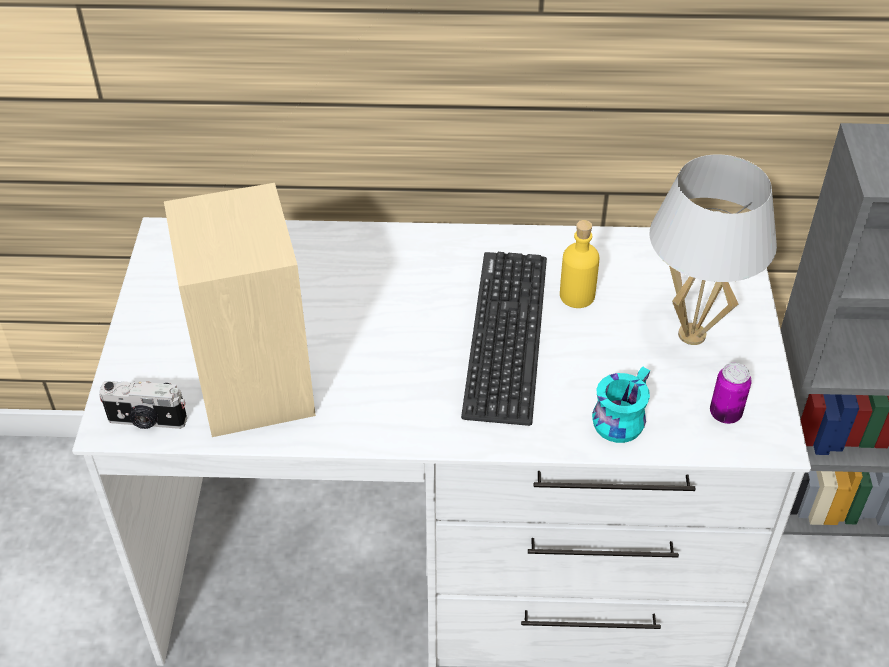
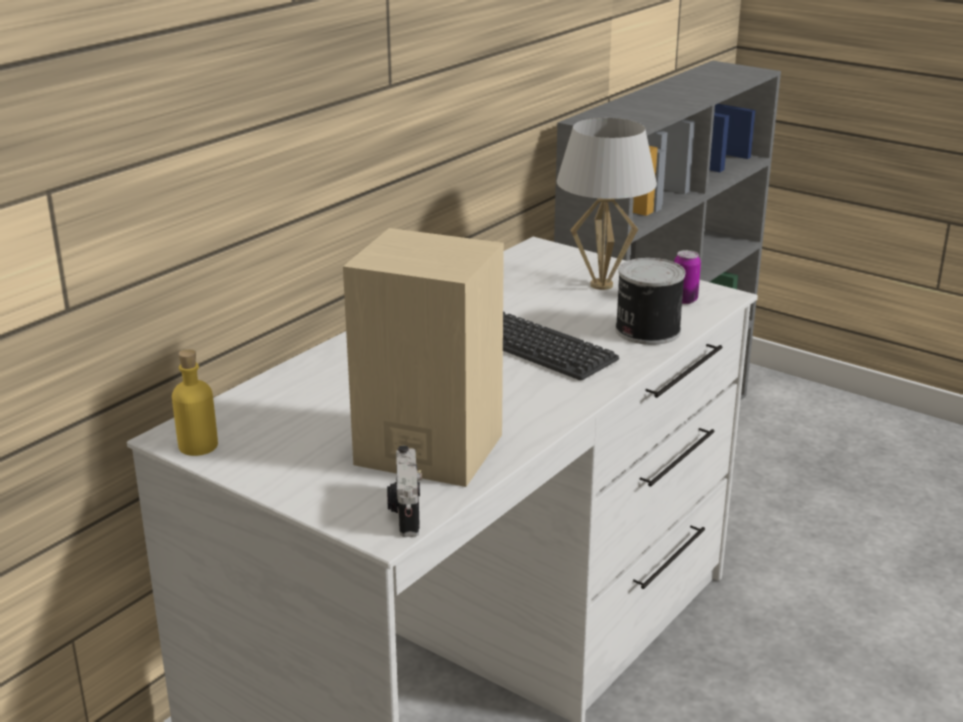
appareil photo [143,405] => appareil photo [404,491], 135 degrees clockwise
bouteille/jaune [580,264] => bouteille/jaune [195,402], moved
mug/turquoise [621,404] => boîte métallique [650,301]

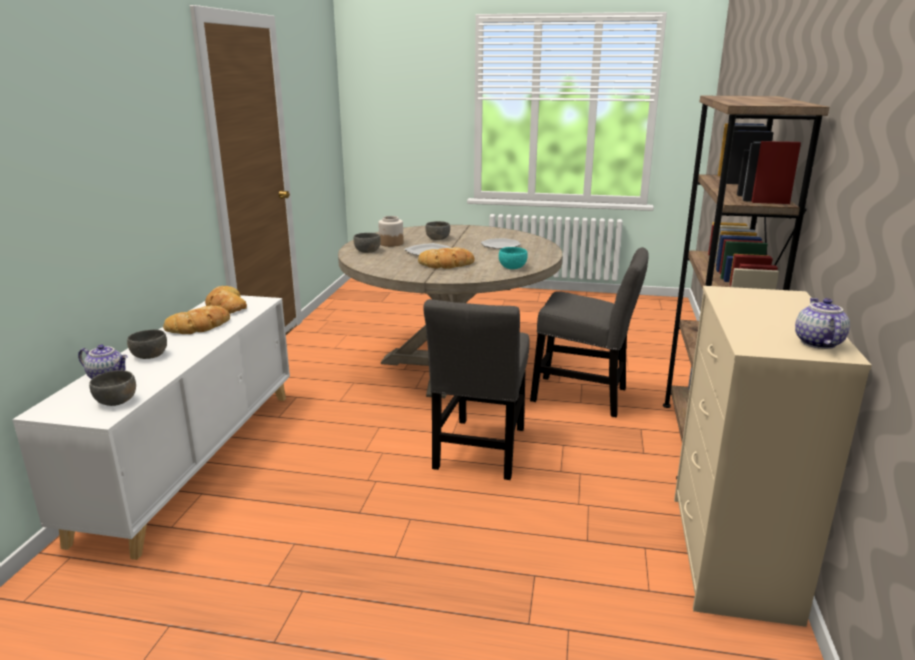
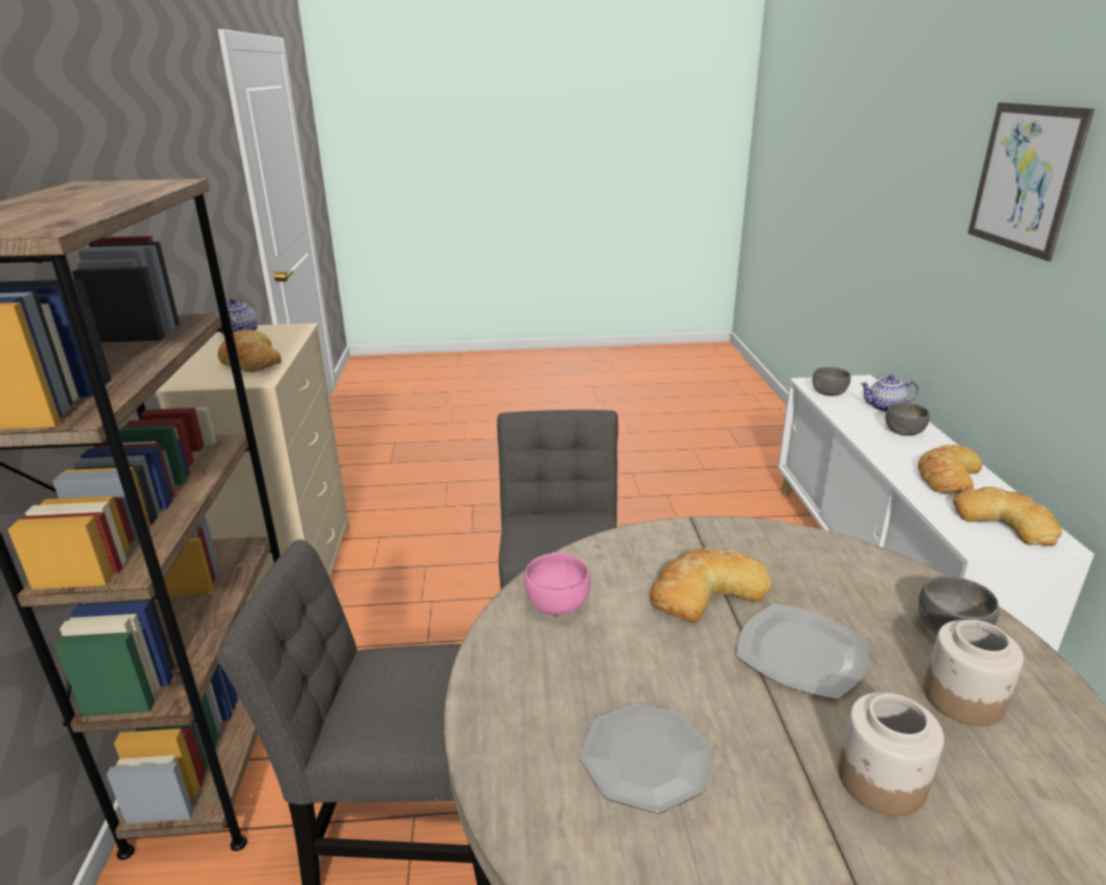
bol/gris [438,230] => bocal [891,754]
bol/turquoise [513,258] => bol/rose [557,584]
nothing => pain [249,351]
nothing => tableau [1031,181]

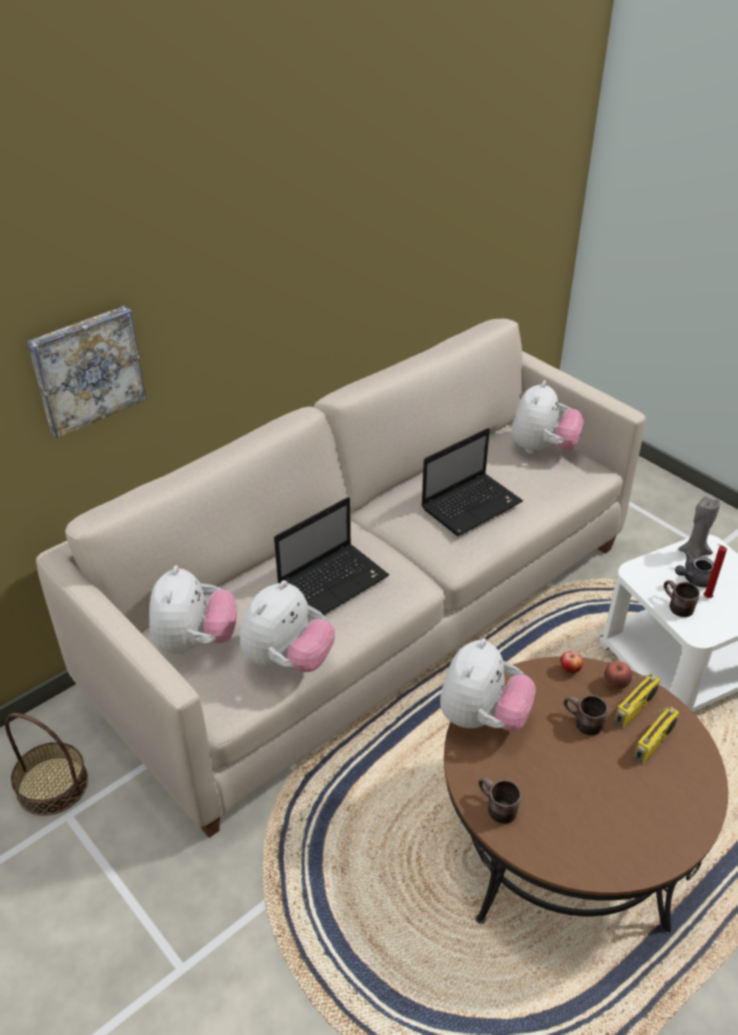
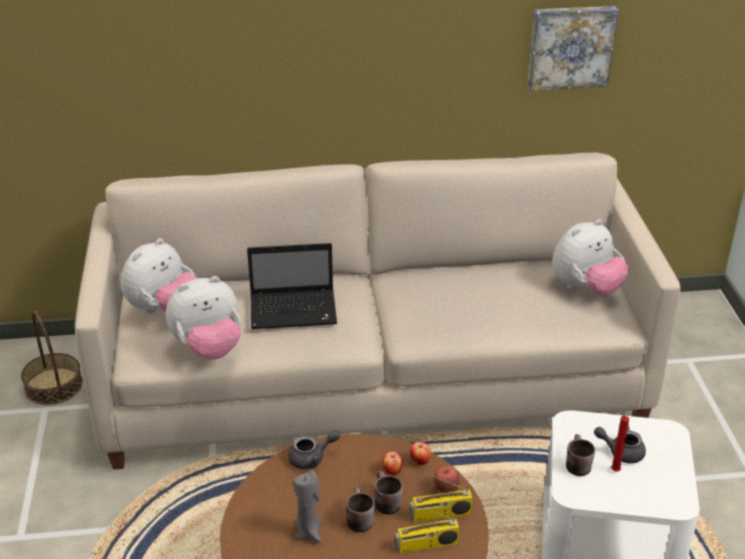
tableau [87,372] => tableau [573,48], moved
ordinateur portable [472,482] => nothing
peluche [488,684] => théière/gris [314,449]
mug/marron [500,800] => mug/marron [360,509], moved
bougie/gris [699,527] => bougie/gris [307,506], moved
nothing => pomme [392,463]

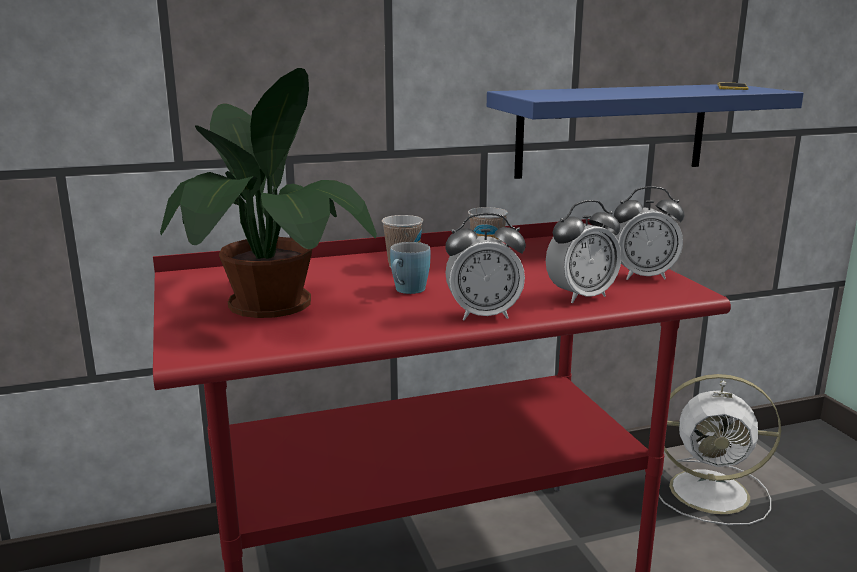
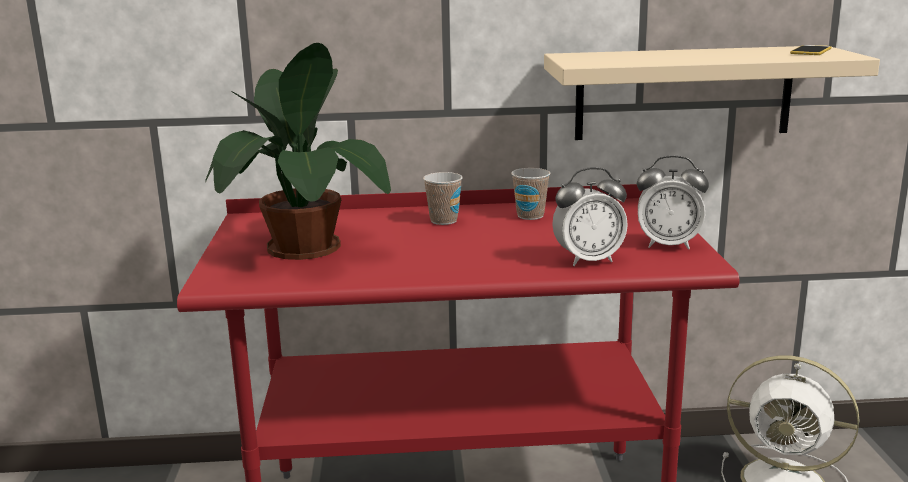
mug/bleu [410,268] => nothing
réveil [485,266] => nothing
étagère/bleu [645,131] => étagère/beige [712,92]

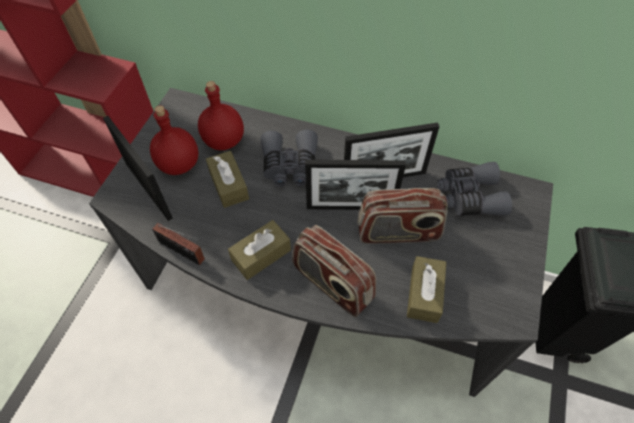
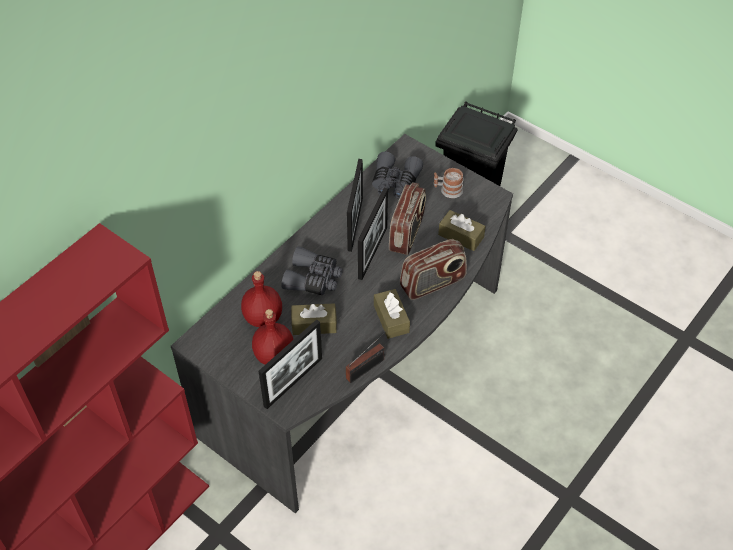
cadre photo [138,168] => cadre photo [290,364], 150 degrees clockwise
nothing => mug [448,183]

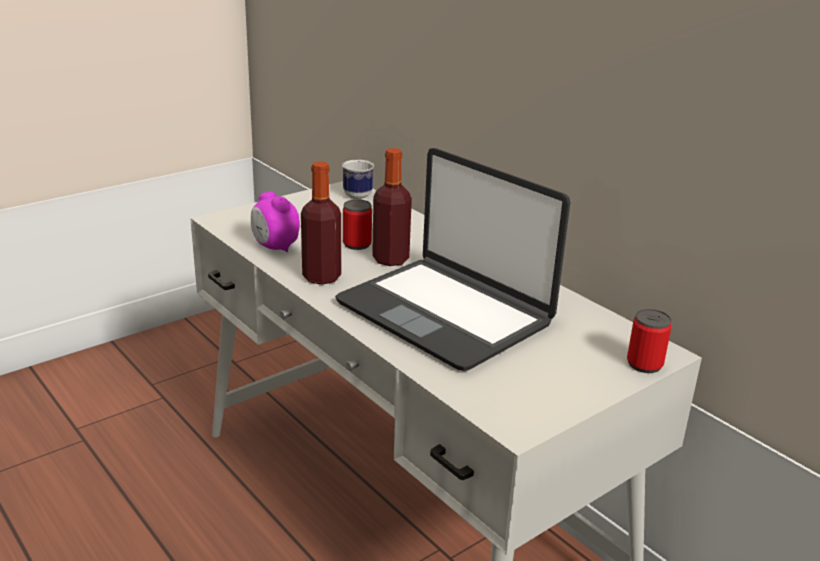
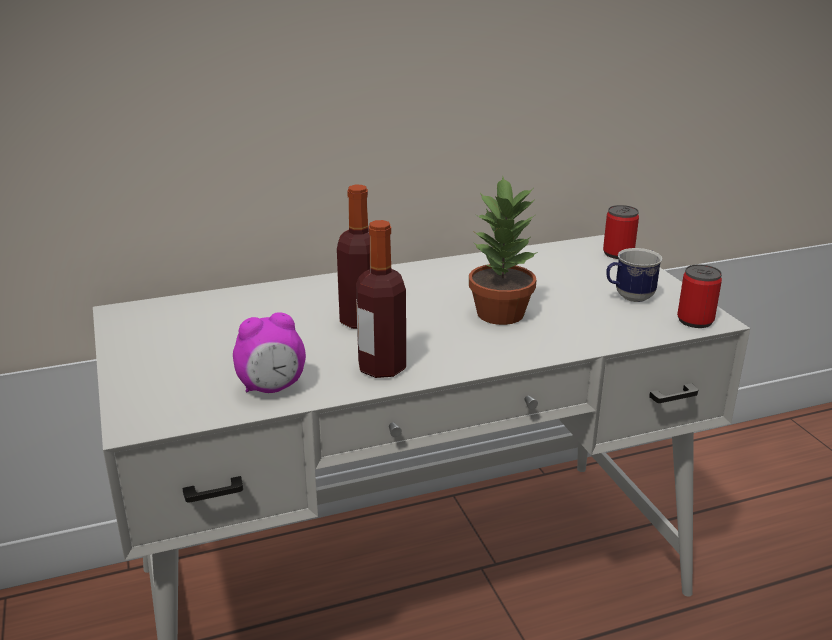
ordinateur portable [452,259] => plante en pot [503,251]
mug [358,179] => mug [634,275], moved
boîte métallique [357,224] => boîte métallique [699,296], moved

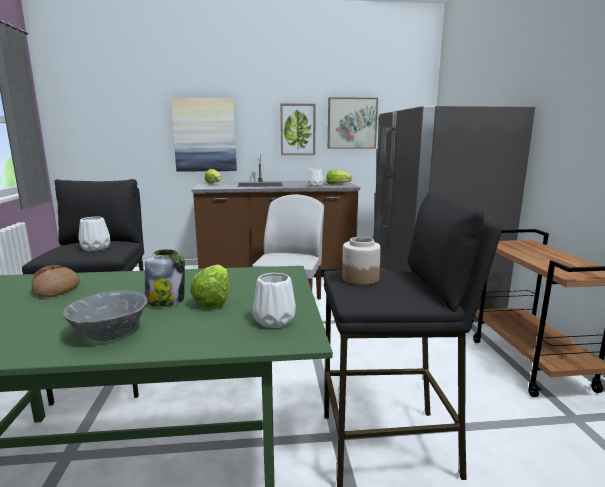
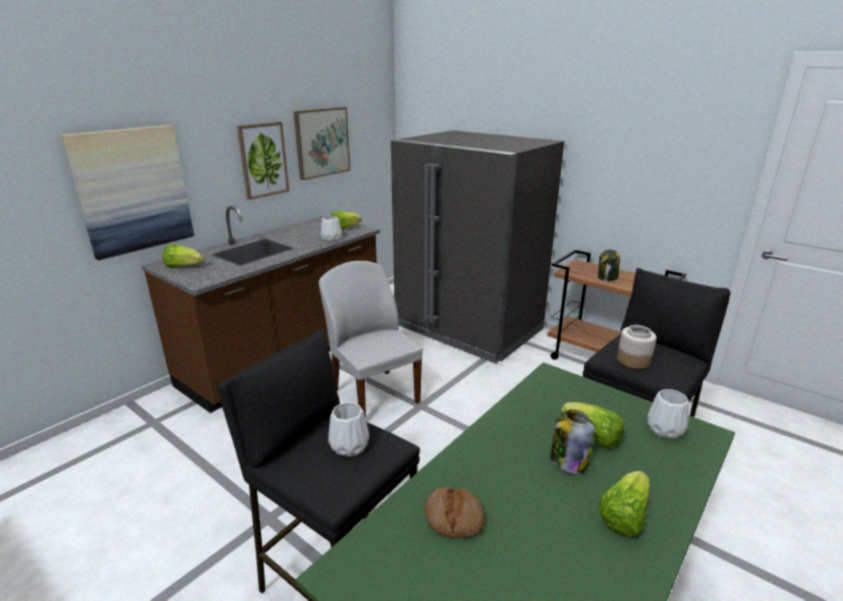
bol/gris [105,316] => laitue [624,504]
nothing => bocal [609,265]

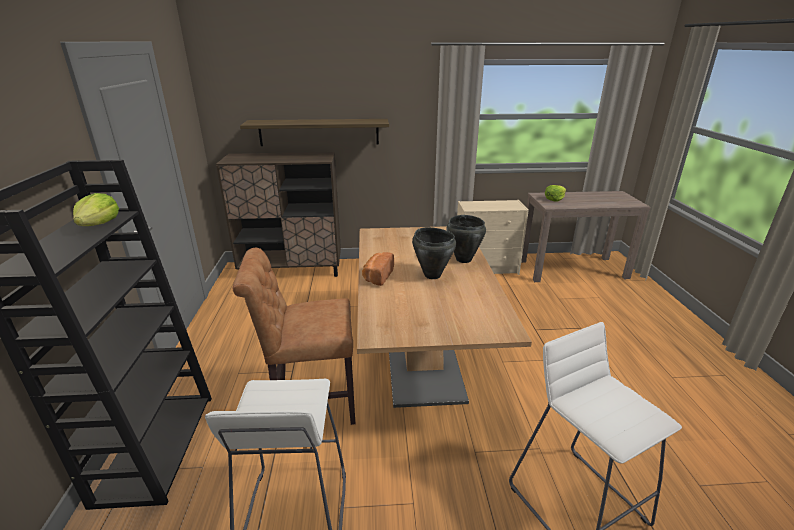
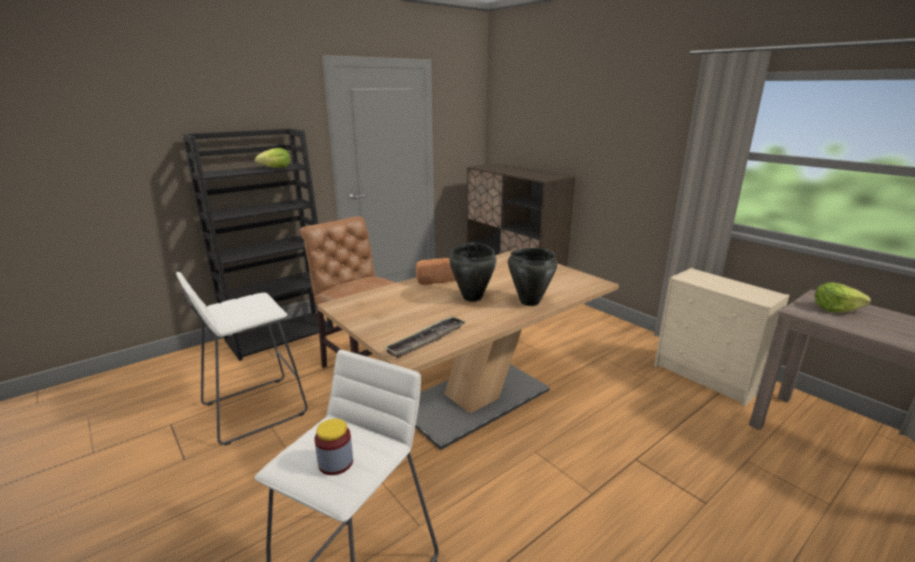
étagère [314,132] => nothing
nothing => bocal [334,447]
nothing => plateau [425,337]

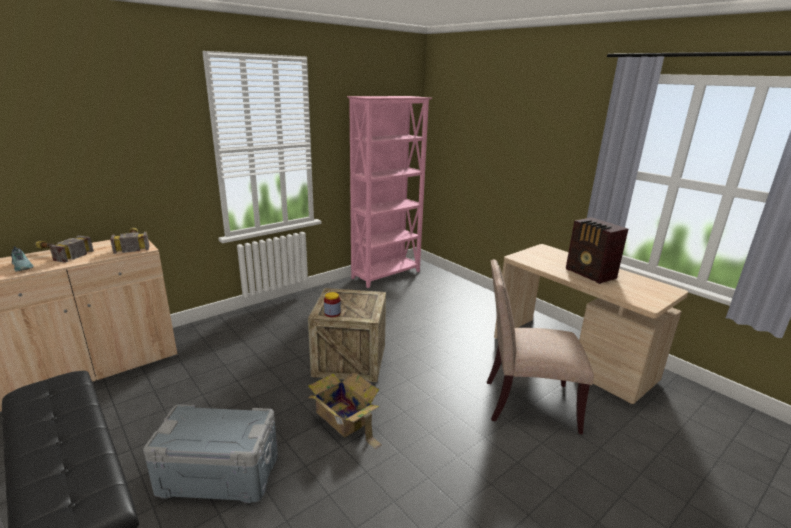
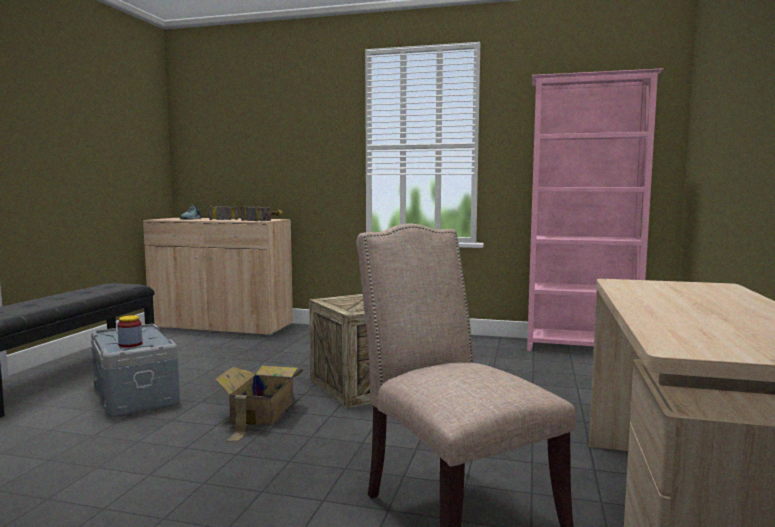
bocal [332,304] => bocal [130,331], moved
radio [597,250] => nothing

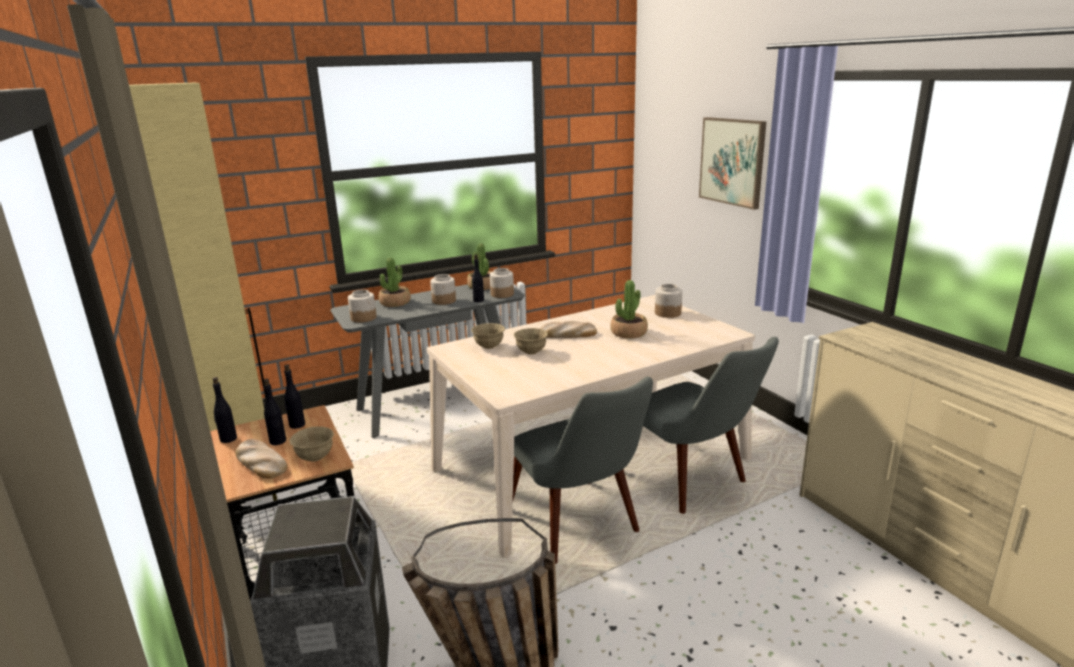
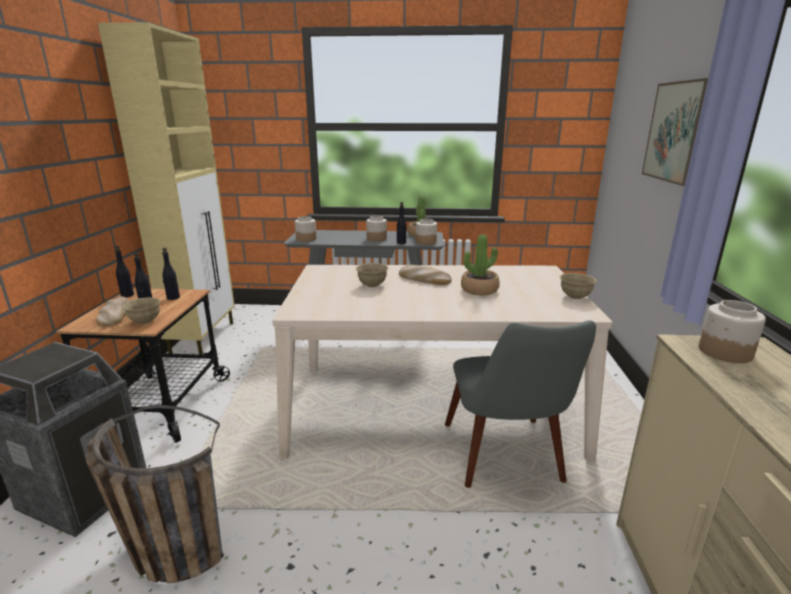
plante en pot [395,282] => nothing
bol/beige [488,336] => bol/beige [578,286], moved
chaise/gris [583,470] => nothing
bocal [668,301] => bocal [732,331], moved

